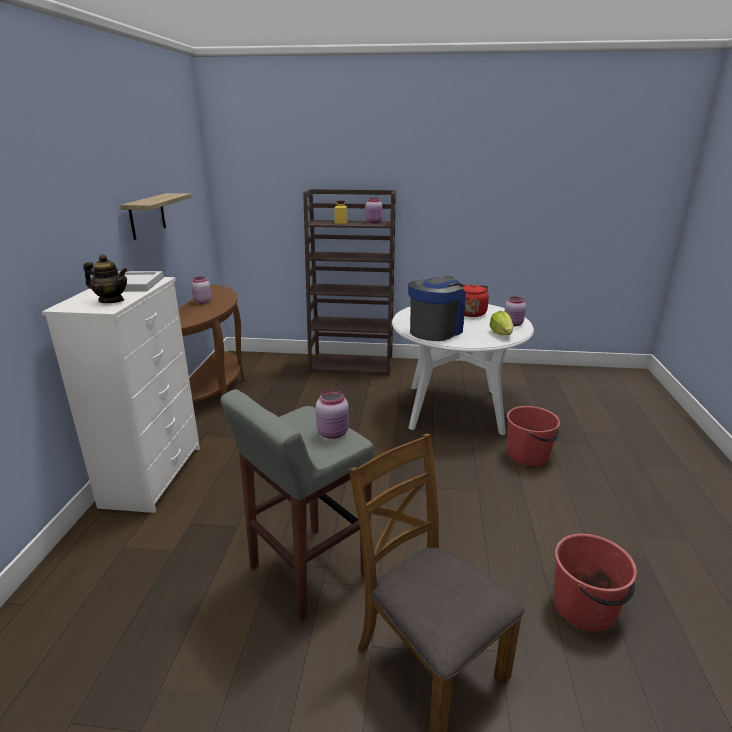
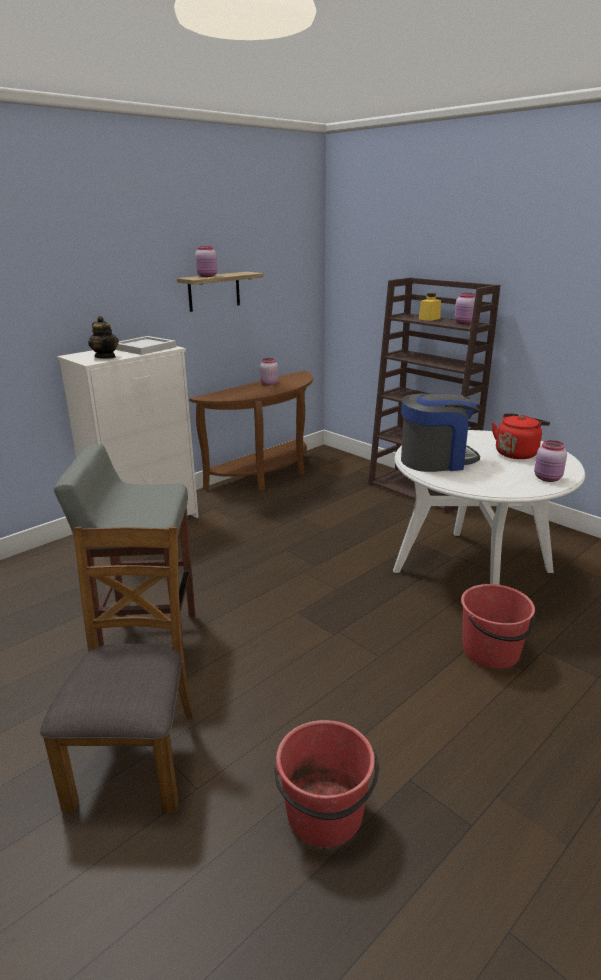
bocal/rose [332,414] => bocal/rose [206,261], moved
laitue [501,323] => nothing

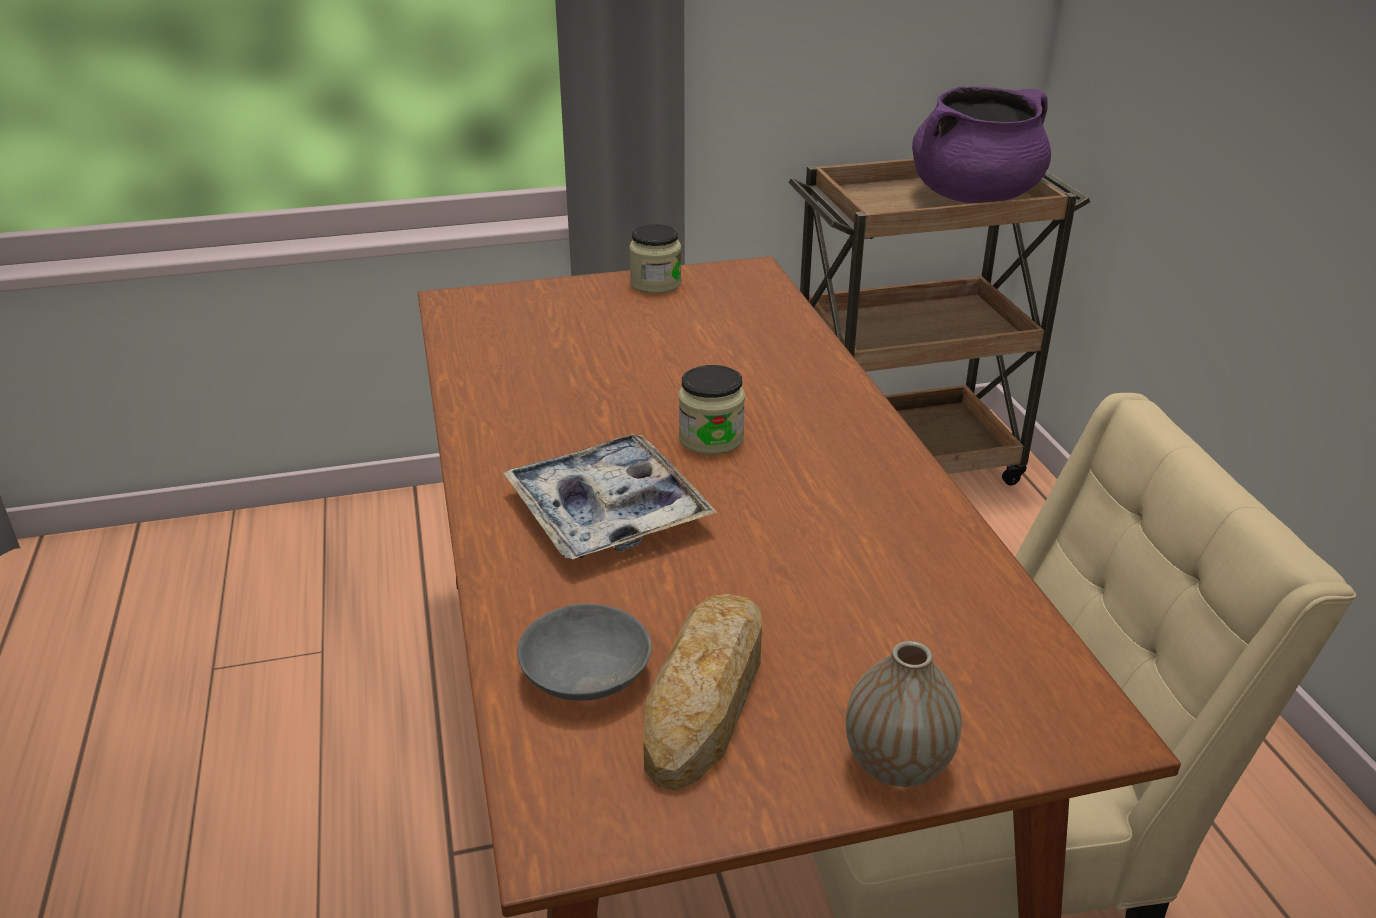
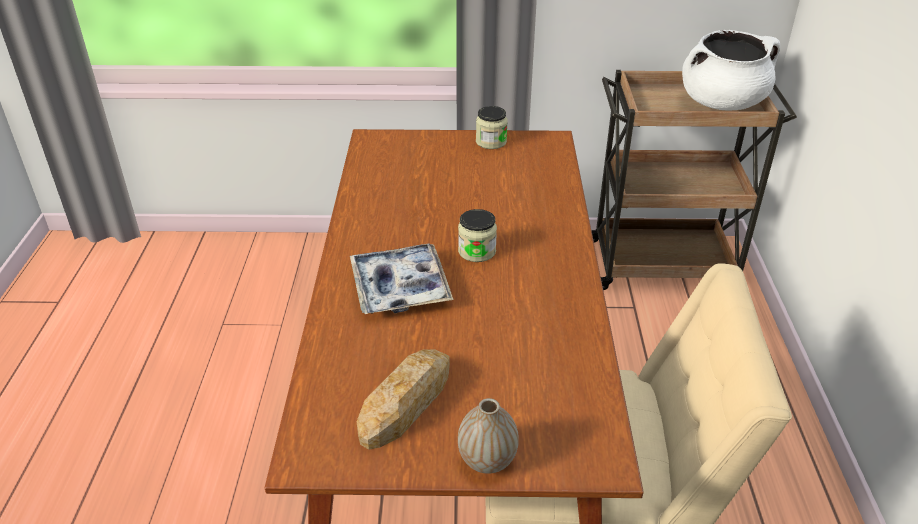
bol/gris [584,652] => nothing
marmite/violet [981,144] => marmite/blanc [731,70]

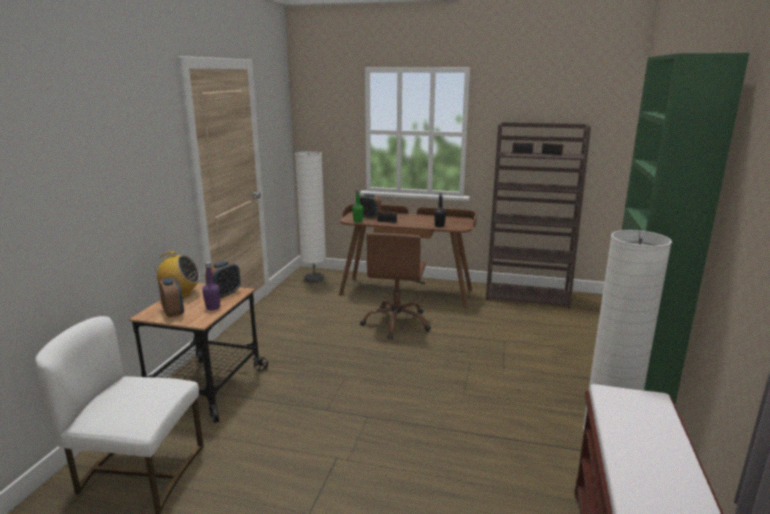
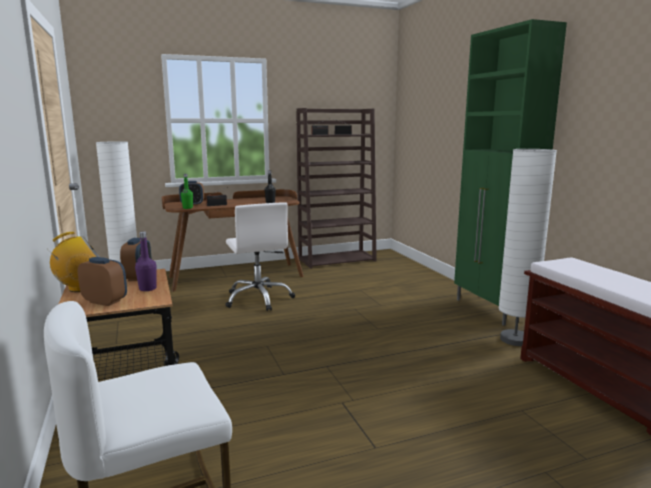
chaise de bureau/marron [395,286] => chaise de bureau/blanc [260,257]

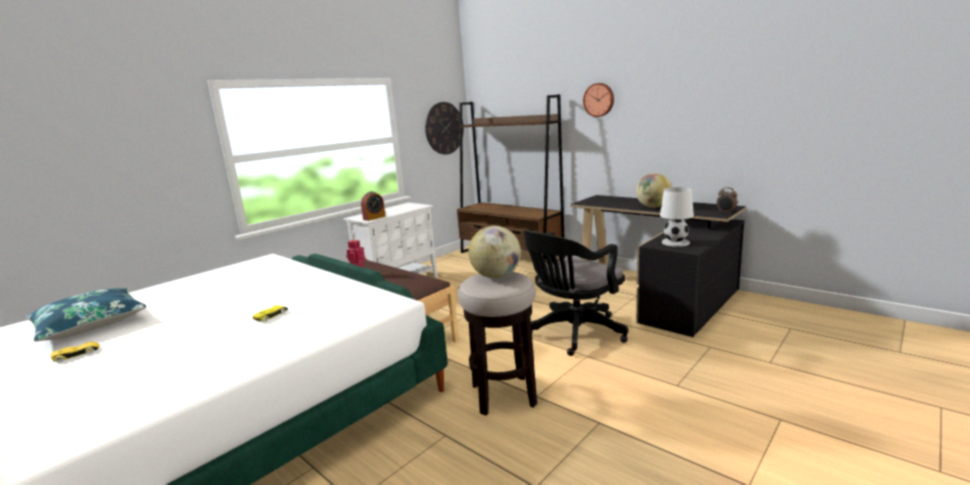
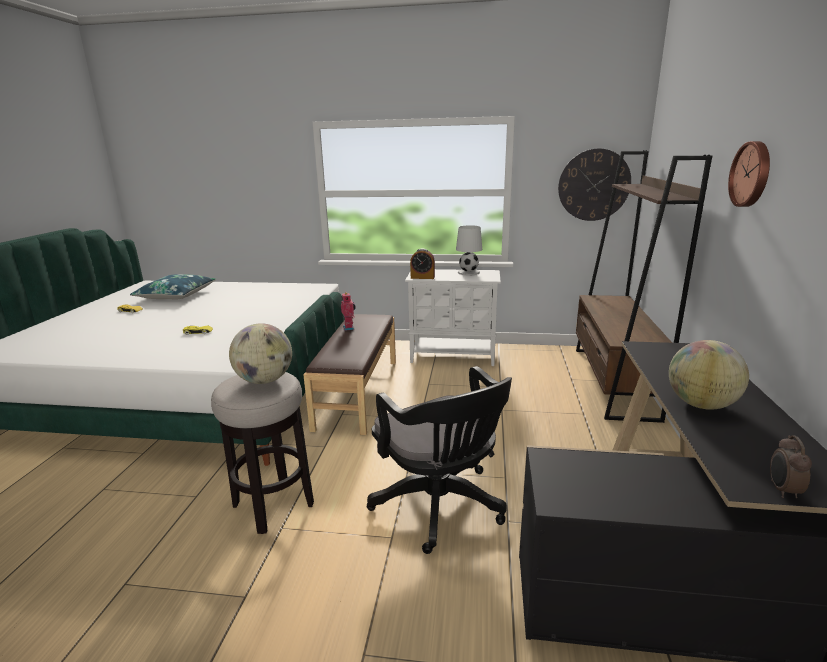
chaise de bureau/noir [575,293] => chaise de bureau/noir [439,460], 135 degrees counterclockwise
lampe de table/blanc [677,217] => lampe de table/blanc [469,250], moved

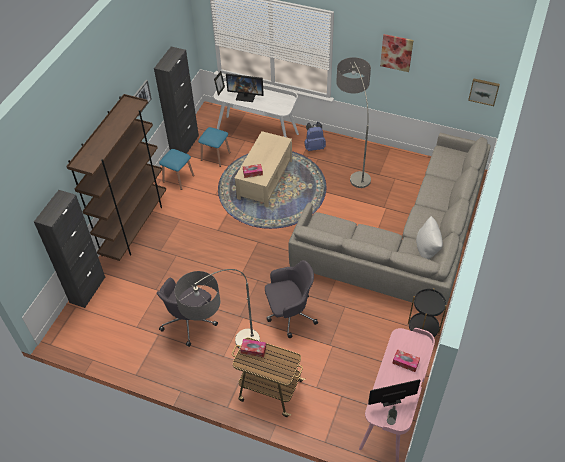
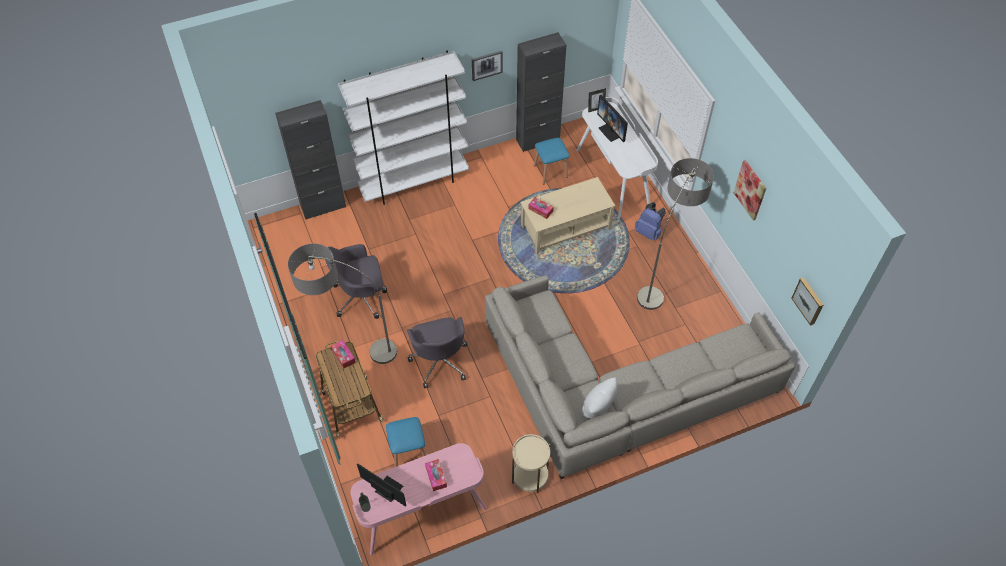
bibliothèque/marron [116,177] => bibliothèque/blanc [403,128]
tabouret/bleu [176,169] => tabouret/bleu [406,442], moved
chaise de bureau/gris [291,299] => chaise de bureau/gris [437,352], 45 degrees clockwise
table d'appoint/noir [427,312] => table d'appoint/beige [531,463]

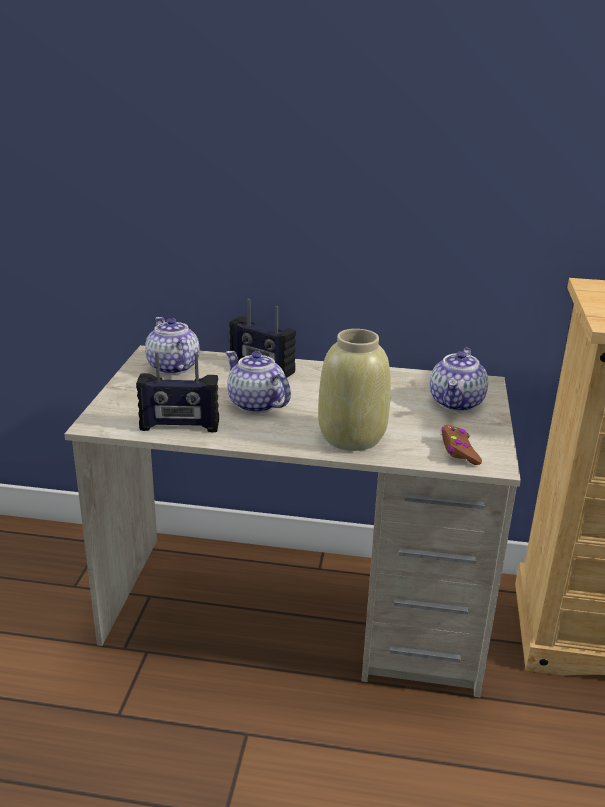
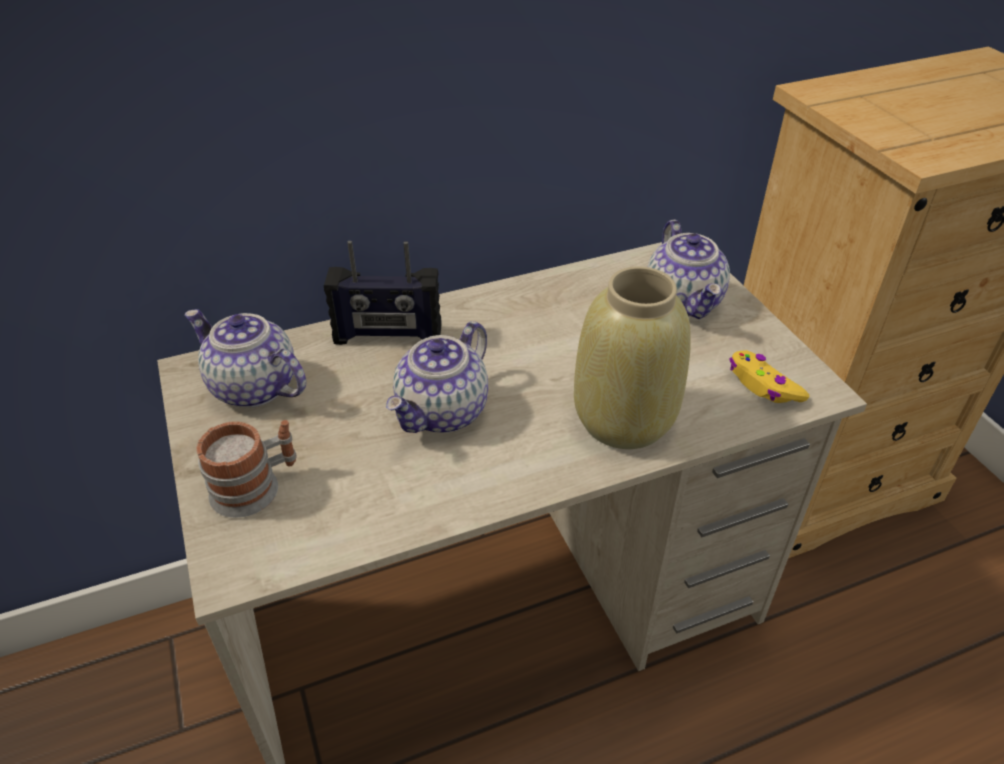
radio [177,392] => nothing
théière [258,382] => théière [437,377], 75 degrees counterclockwise
manette/marron [461,445] => manette/jaune [769,376]
nothing => mug [246,469]

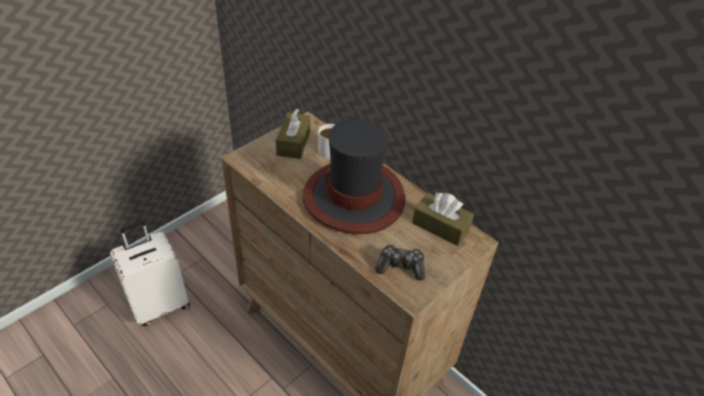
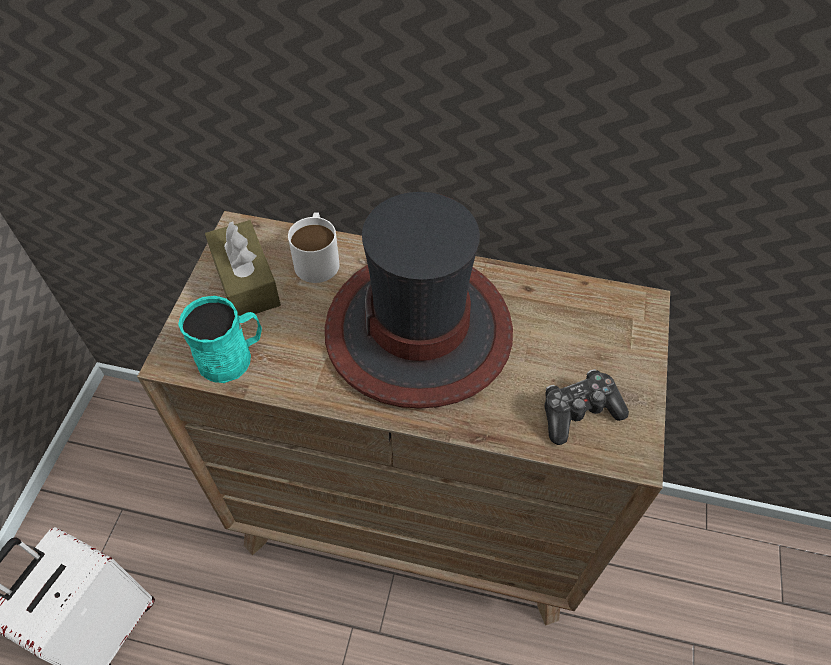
boîte à mouchoirs/marron [443,219] => nothing
nothing => mug/turquoise [220,339]

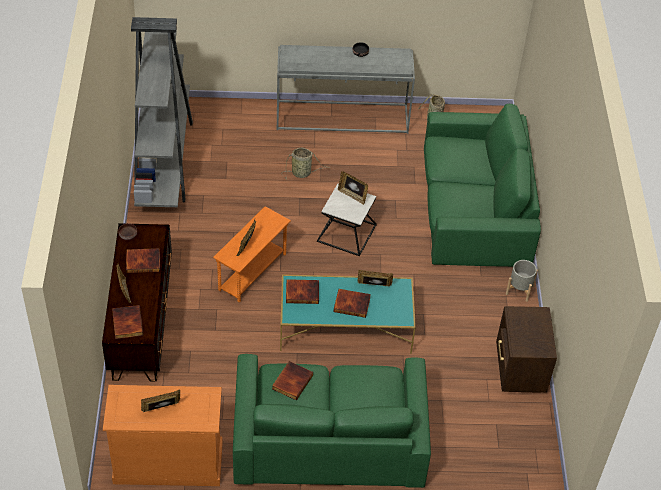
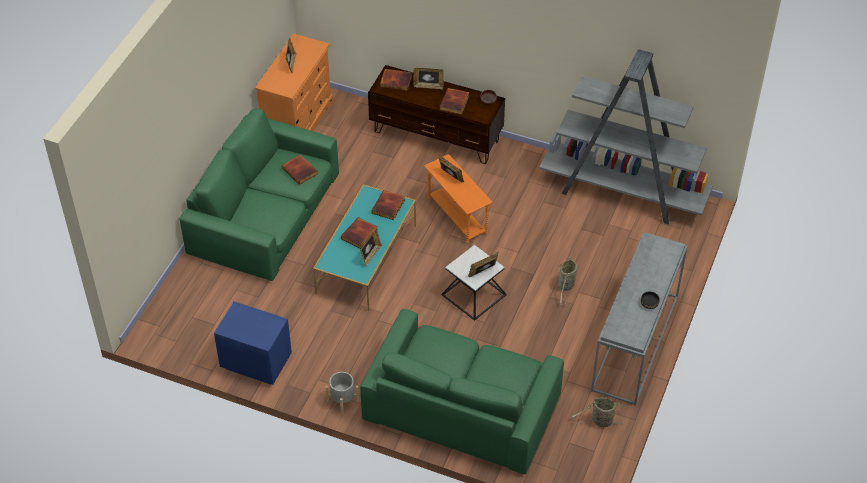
table de chevet/marron [526,349] => table de chevet/bleu [253,343]

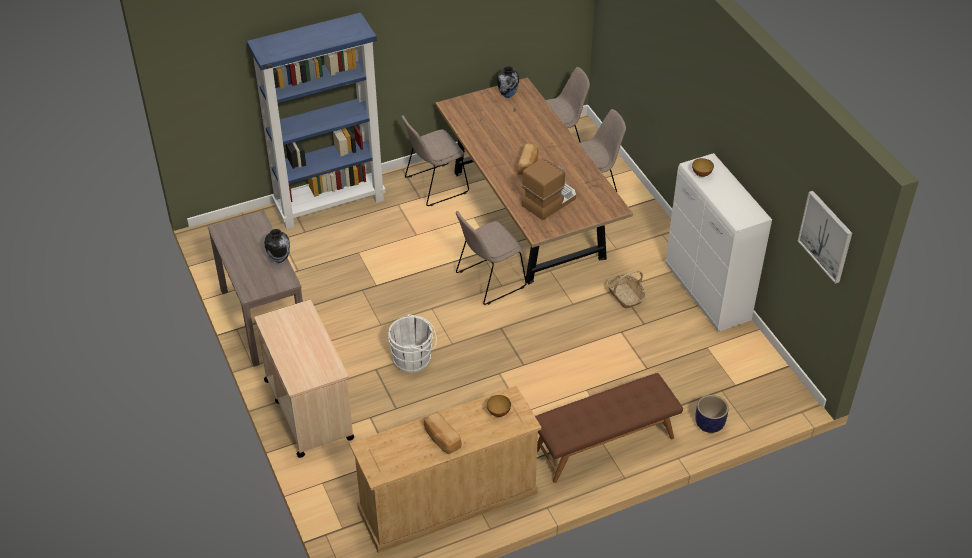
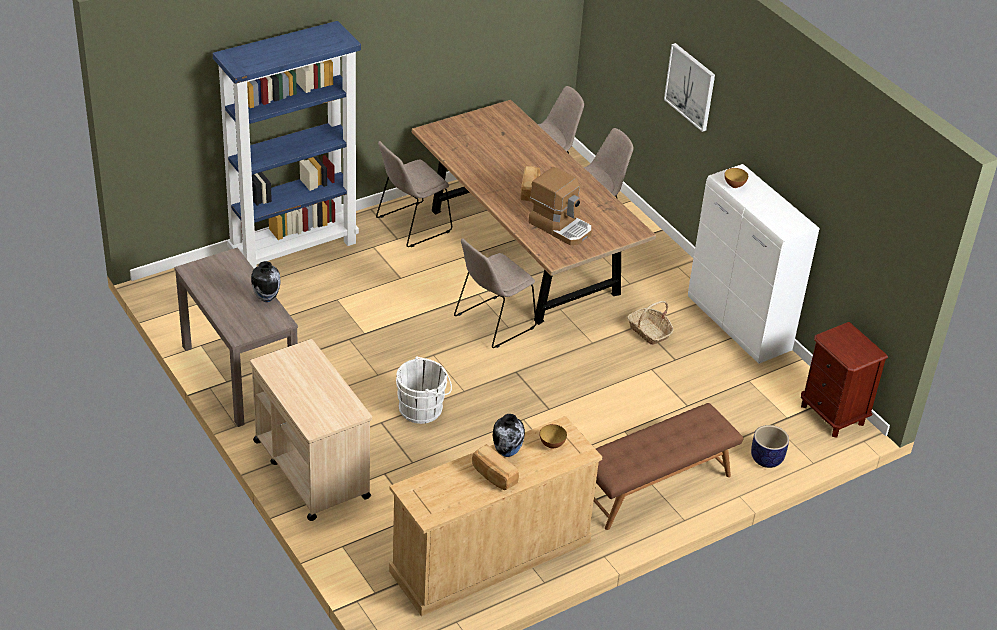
vase [508,82] => vase [509,435], moved
machine à café [549,189] => machine à café [560,206], 90 degrees clockwise
tableau [825,237] => tableau [689,87], moved
nothing => table de chevet/marron [844,380]

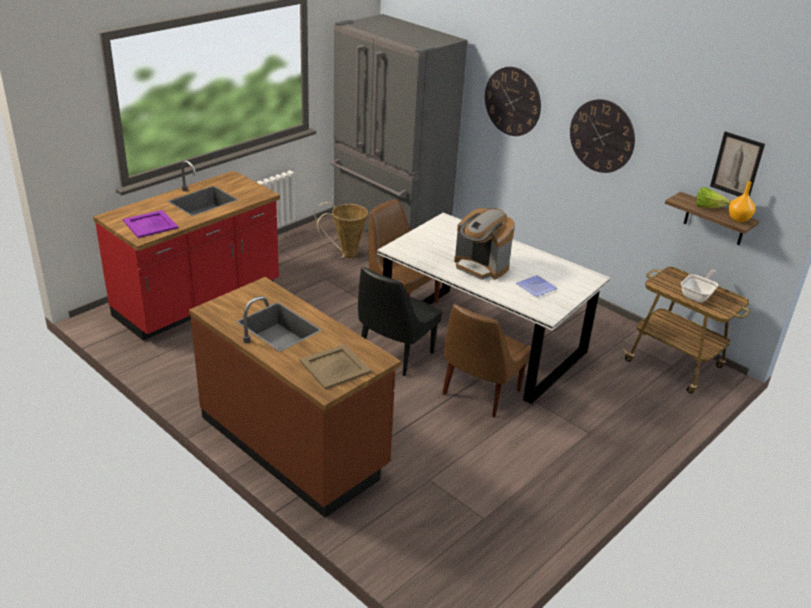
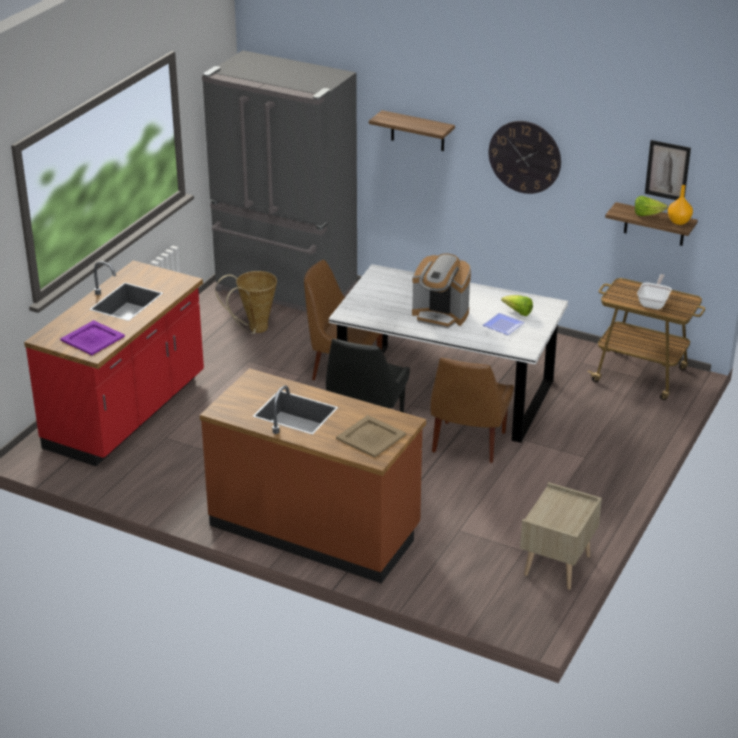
horloge murale [513,101] => étagère [412,130]
nothing => laitue [517,305]
nothing => table de chevet/beige [561,536]

